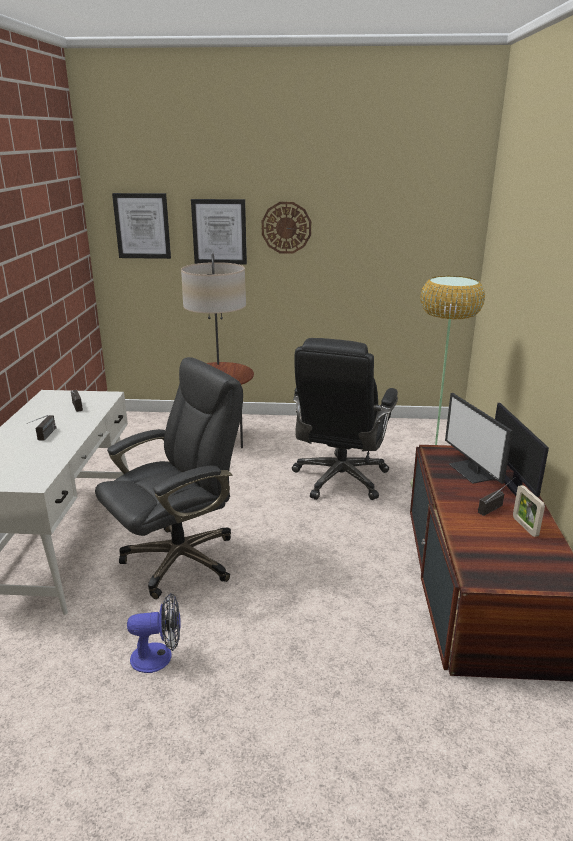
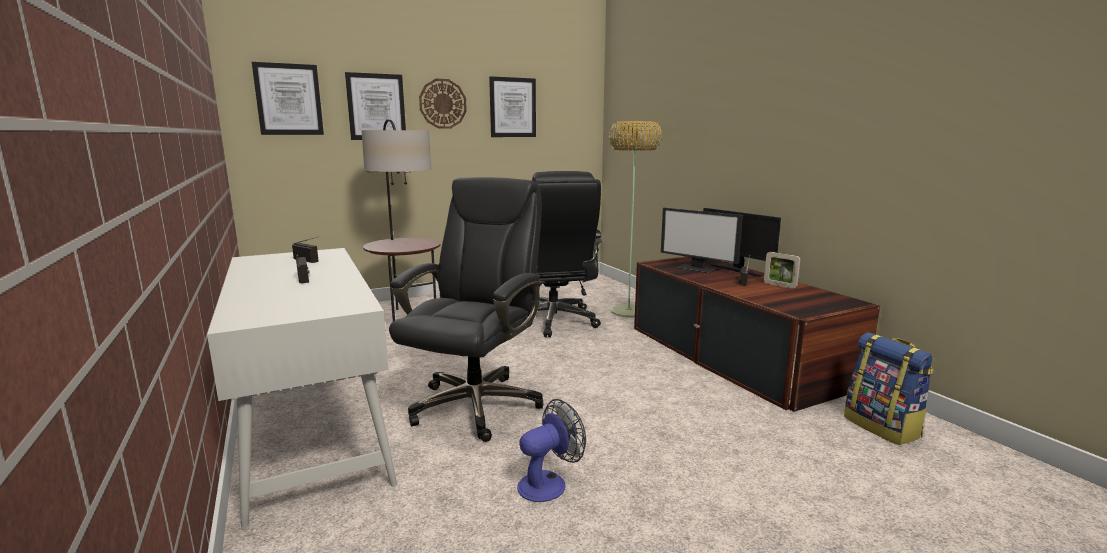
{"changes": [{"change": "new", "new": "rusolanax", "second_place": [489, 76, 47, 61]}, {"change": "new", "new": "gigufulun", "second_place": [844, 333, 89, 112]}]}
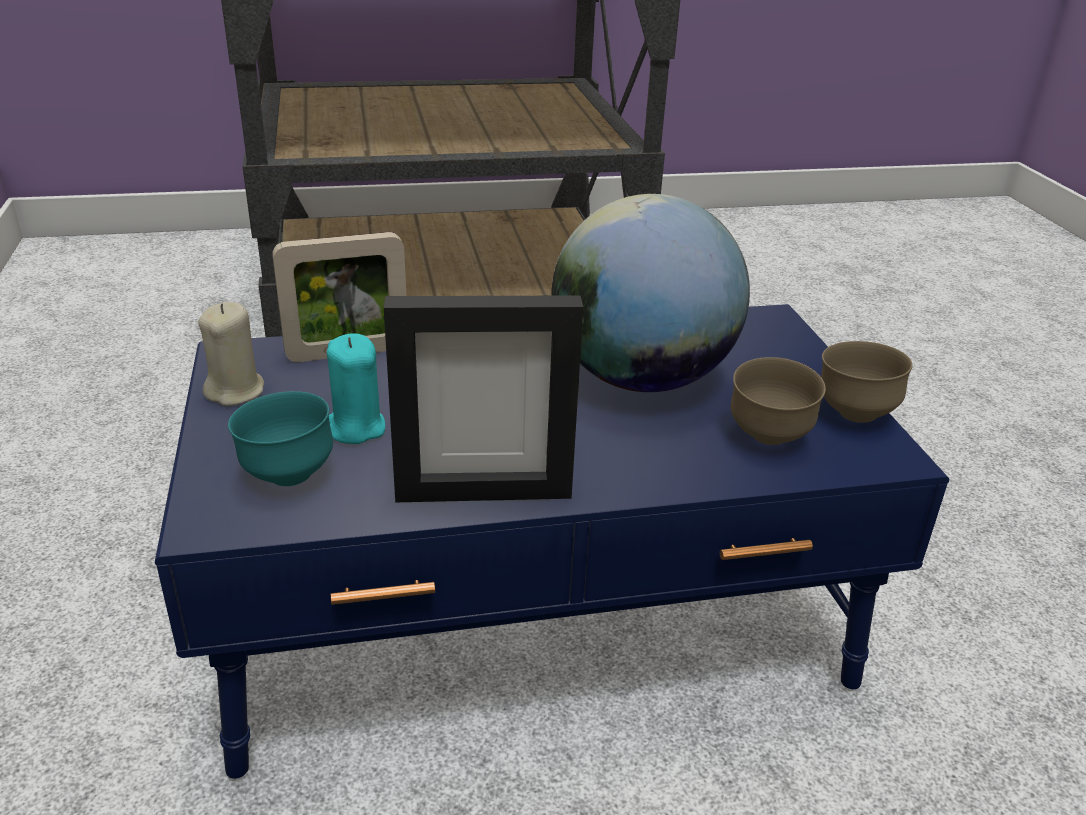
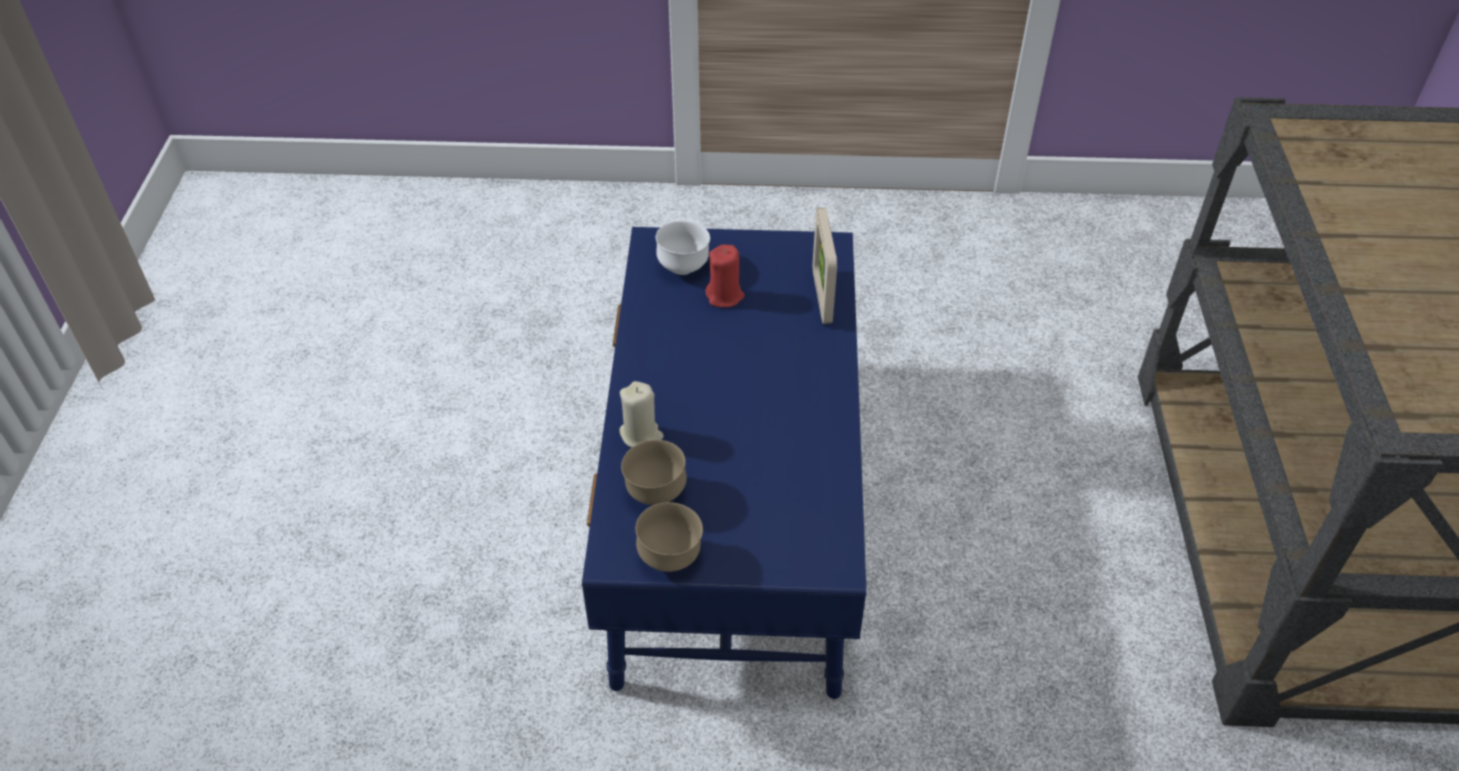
{"changes": [{"change": "gone", "old": "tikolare", "first_place": [384, 295, 199, 207]}, {"change": "gone", "old": "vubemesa", "first_place": [551, 194, 199, 198]}, {"change": "shifted", "old": "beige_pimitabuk", "first_place": [198, 302, 66, 104], "second_place": [619, 381, 45, 67]}, {"change": "repainted", "old": "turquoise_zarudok", "new": "white_zarudok", "first_place": [228, 391, 105, 95], "second_place": [656, 221, 54, 54]}, {"change": "repainted", "old": "turquoise_pimitabuk", "new": "red_pimitabuk", "first_place": [327, 333, 58, 111], "second_place": [705, 244, 40, 64]}]}
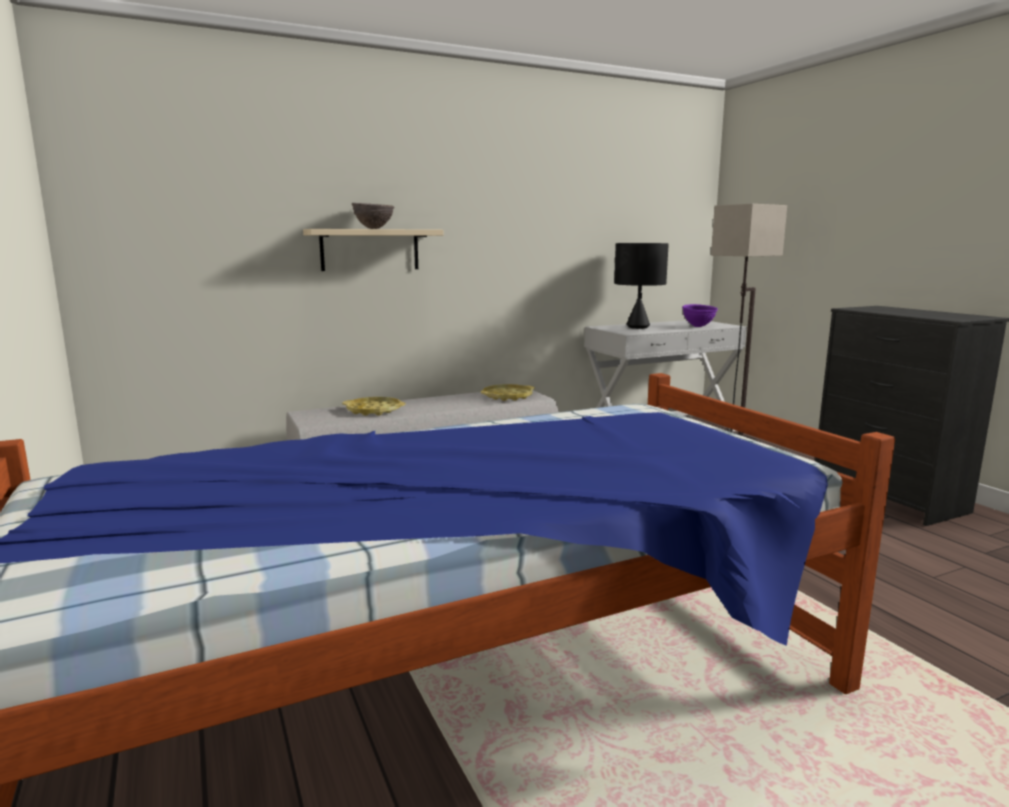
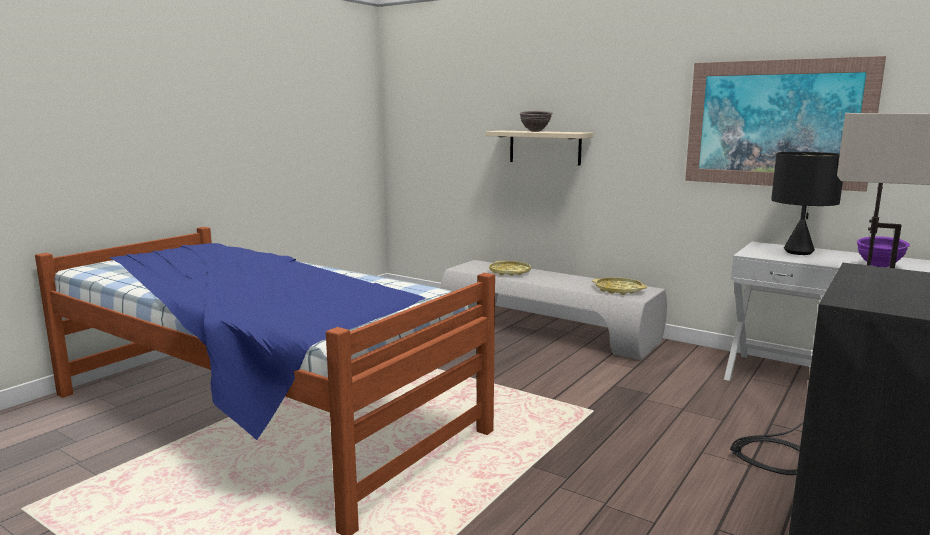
{"changes": [{"change": "new", "new": "rusolanax", "second_place": [685, 56, 201, 136]}]}
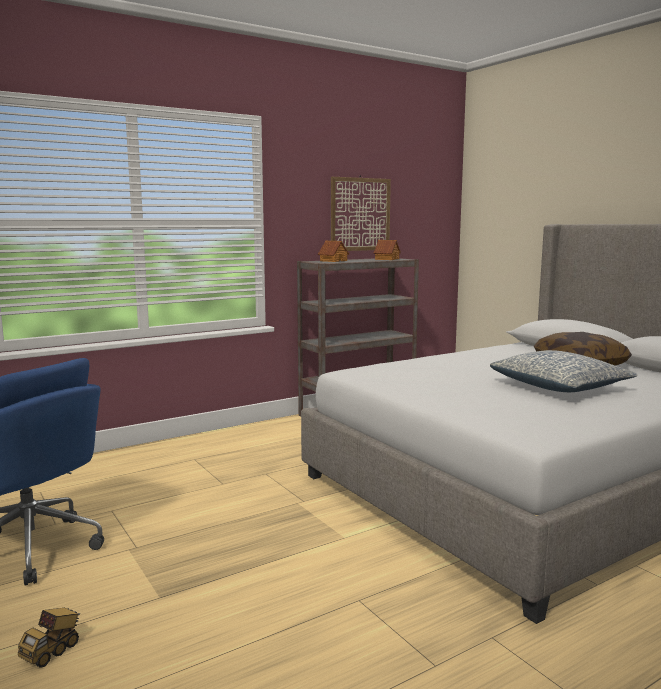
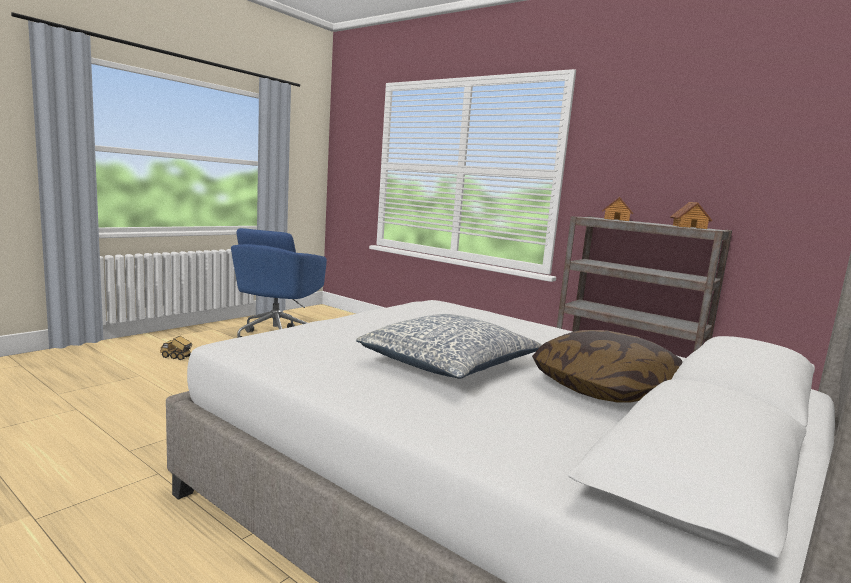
{"changes": [{"change": "gone", "old": "rusolanax", "first_place": [331, 175, 60, 76]}]}
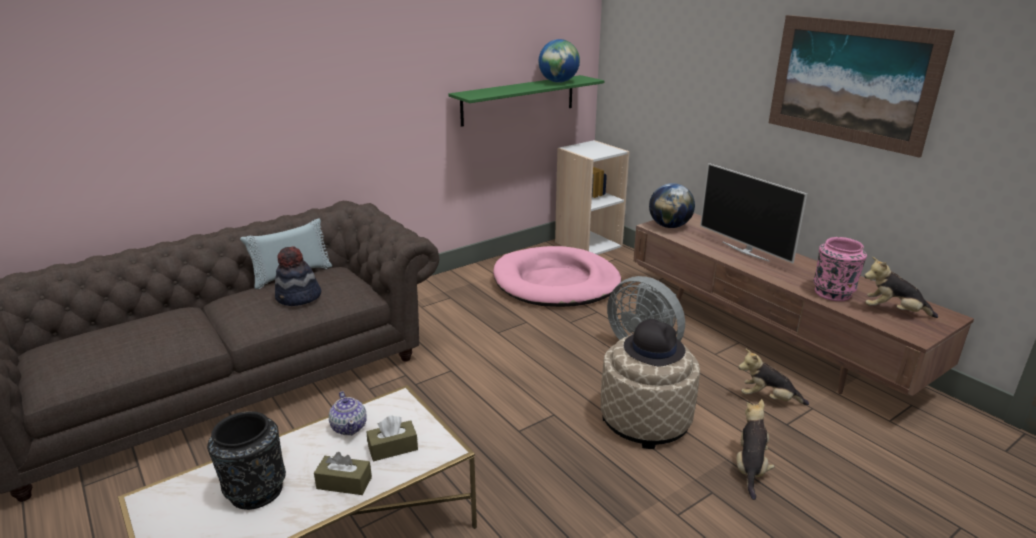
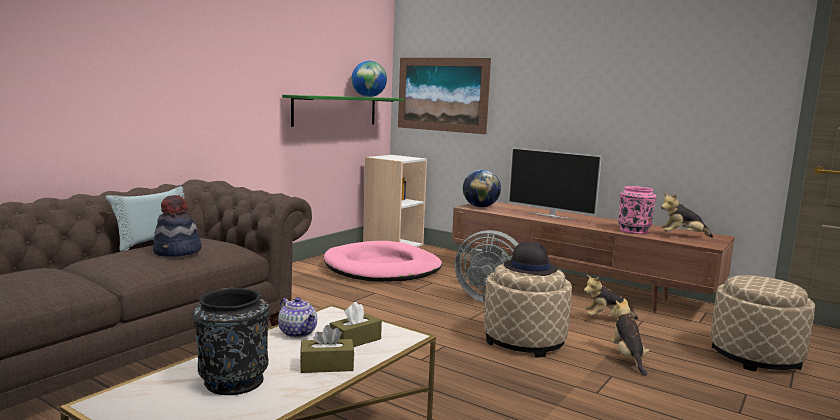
{"changes": [{"change": "new", "new": "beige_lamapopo", "second_place": [711, 275, 104, 97]}, {"change": "shifted", "old": "rusolanax", "first_place": [769, 15, 186, 143], "second_place": [398, 58, 93, 76]}]}
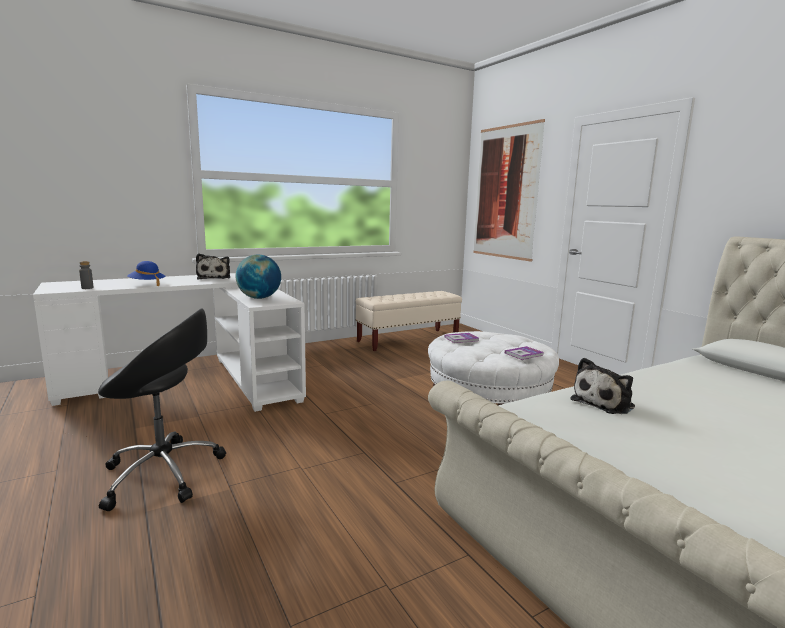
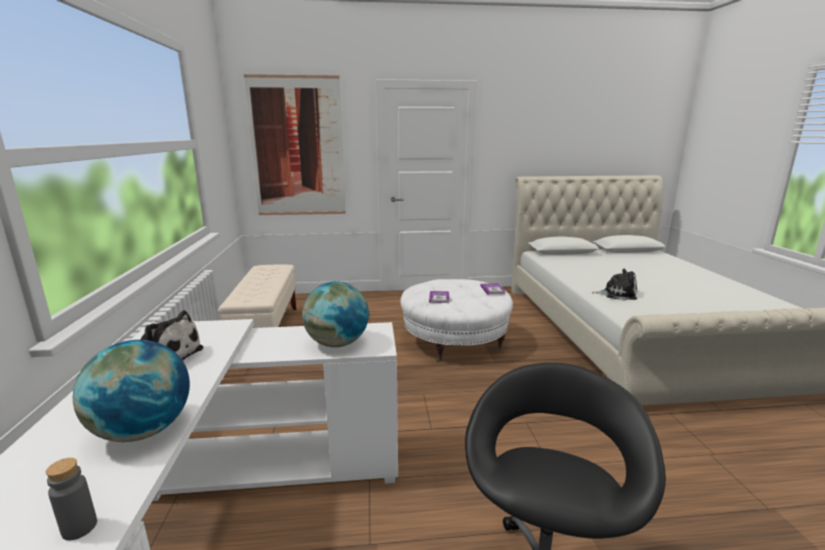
{"changes": [{"change": "swapped", "old": "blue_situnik", "new": "vubemesa", "first_place": [127, 261, 39, 25], "second_place": [73, 340, 117, 102]}, {"change": "rotated", "old": "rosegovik", "first_place": [570, 358, 65, 56], "second_place": [592, 269, 45, 31], "degrees": -60}]}
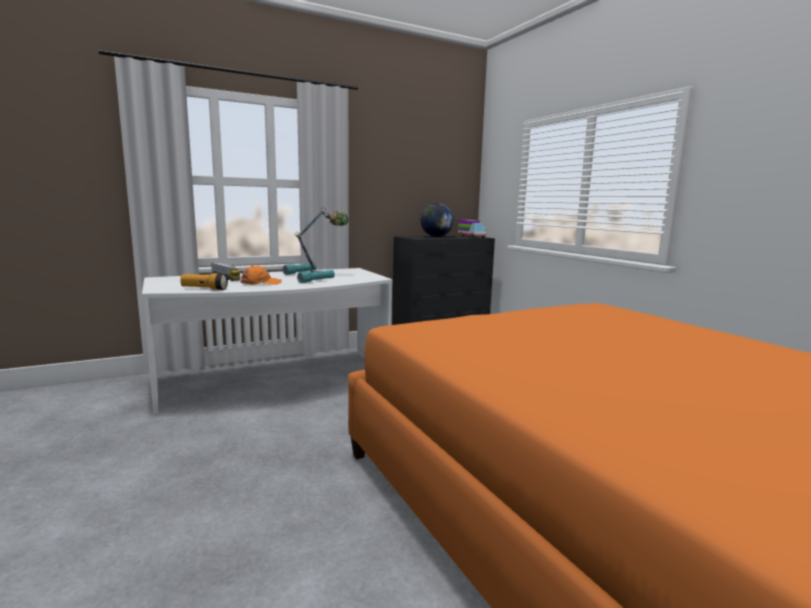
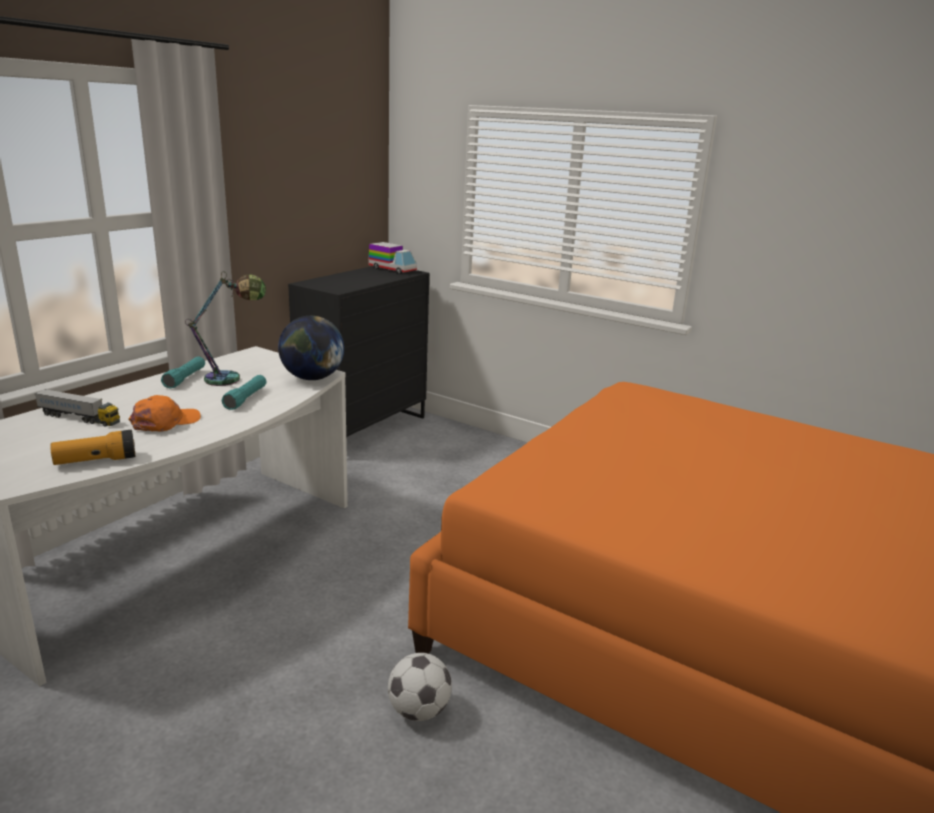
{"changes": [{"change": "new", "new": "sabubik", "second_place": [388, 653, 64, 68]}, {"change": "shifted", "old": "vubemesa", "first_place": [420, 203, 34, 34], "second_place": [278, 316, 66, 64]}]}
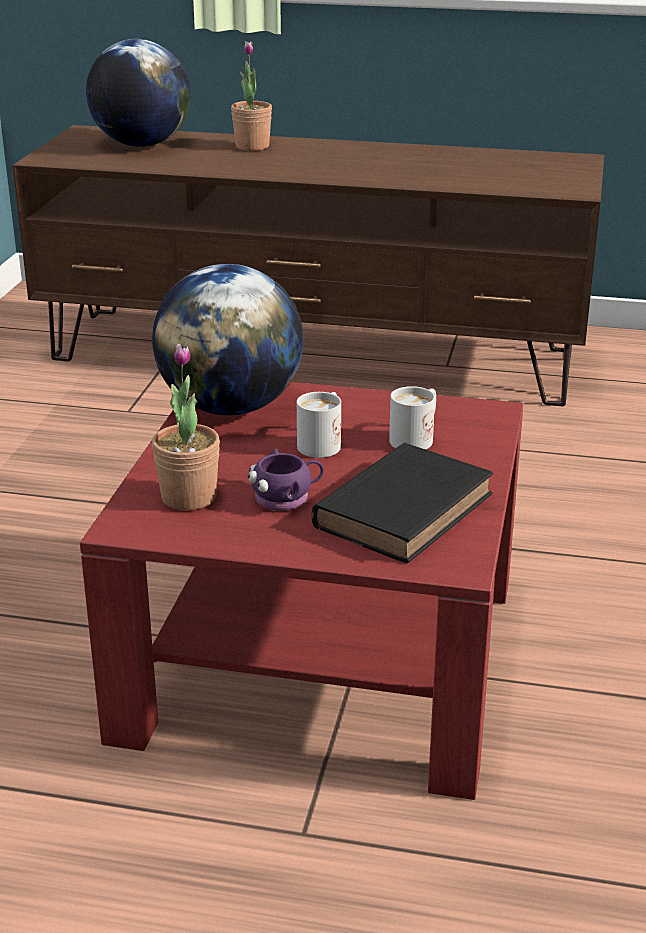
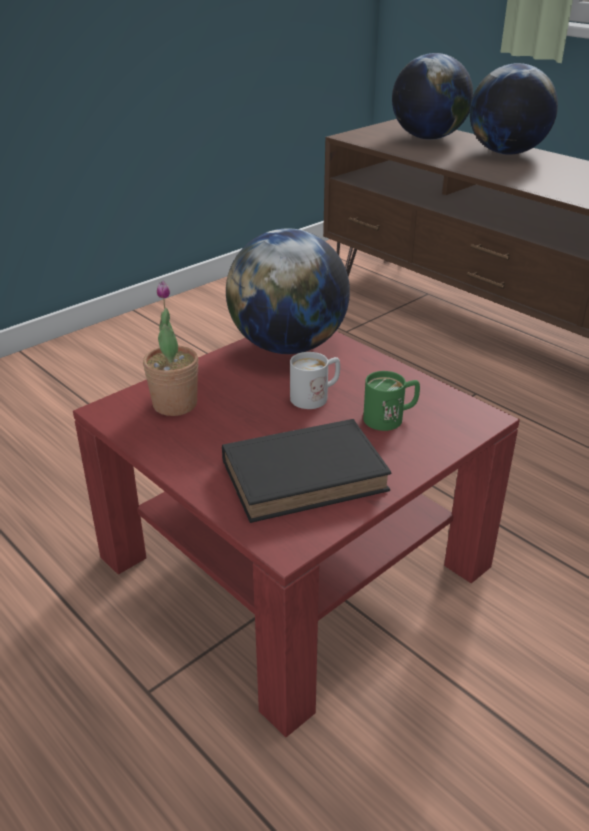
{"changes": [{"change": "gone", "old": "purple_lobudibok", "first_place": [248, 449, 76, 62]}, {"change": "swapped", "old": "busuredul", "new": "vubemesa", "first_place": [231, 41, 41, 110], "second_place": [470, 63, 88, 92]}, {"change": "repainted", "old": "white_lobudibok", "new": "green_lobudibok", "first_place": [389, 386, 47, 63], "second_place": [363, 371, 57, 60]}]}
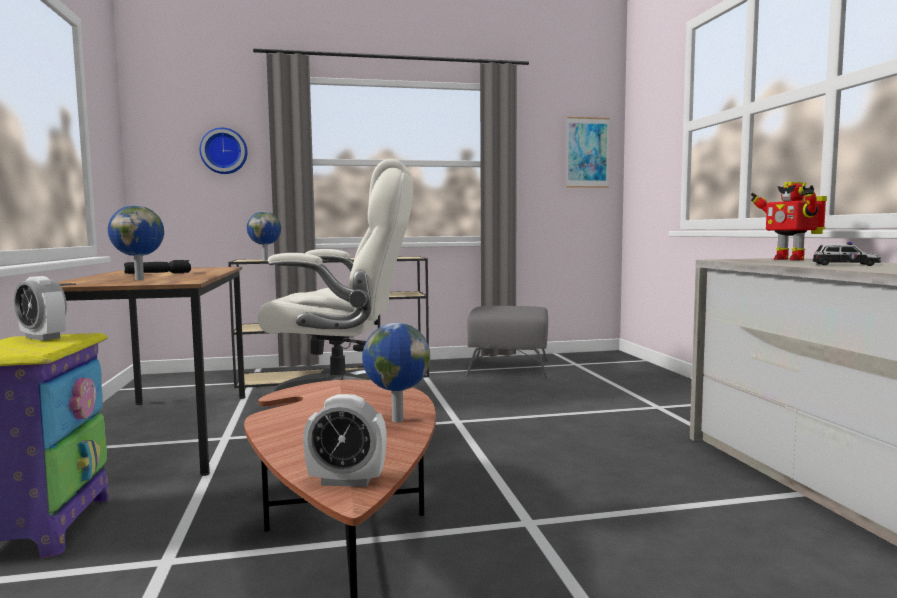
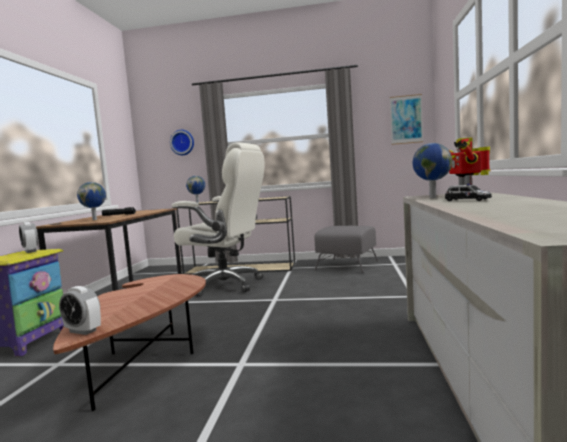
{"changes": [{"change": "shifted", "old": "vubemesa", "first_place": [362, 323, 68, 99], "second_place": [413, 143, 39, 55]}]}
